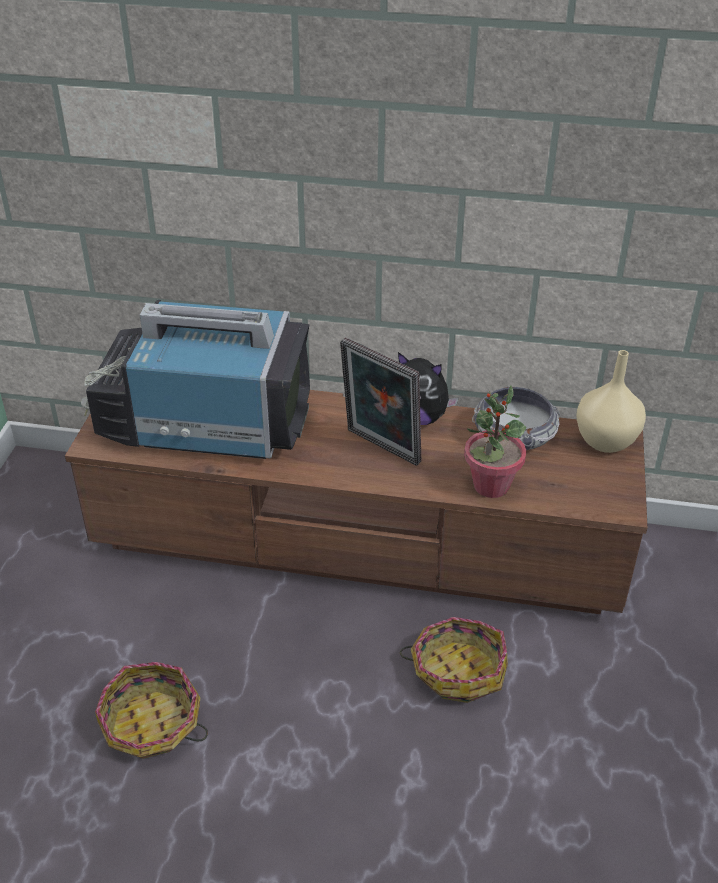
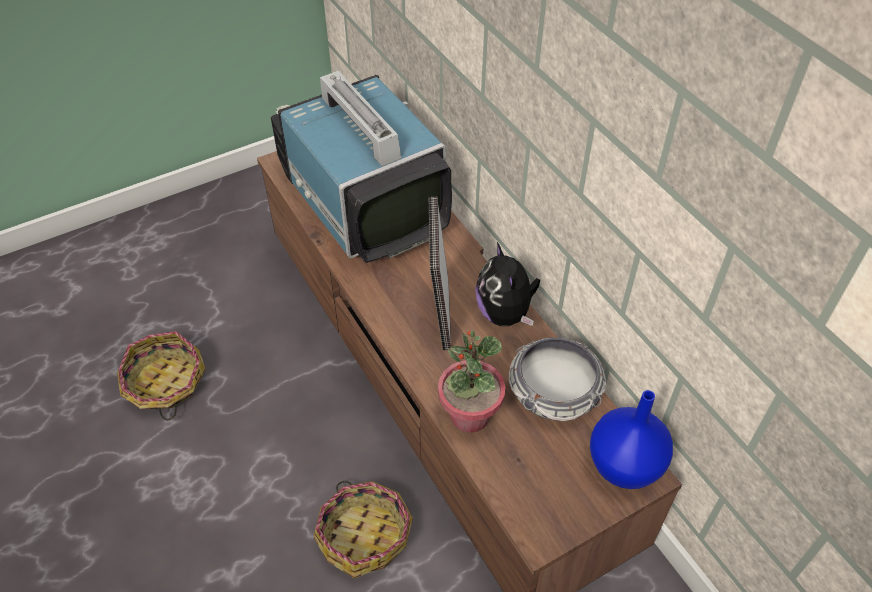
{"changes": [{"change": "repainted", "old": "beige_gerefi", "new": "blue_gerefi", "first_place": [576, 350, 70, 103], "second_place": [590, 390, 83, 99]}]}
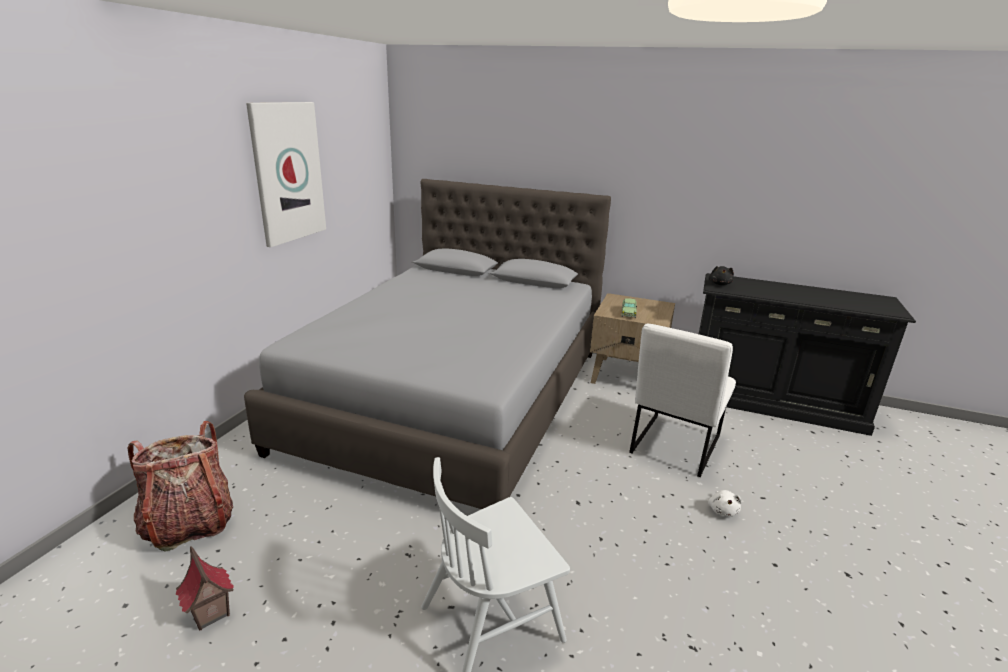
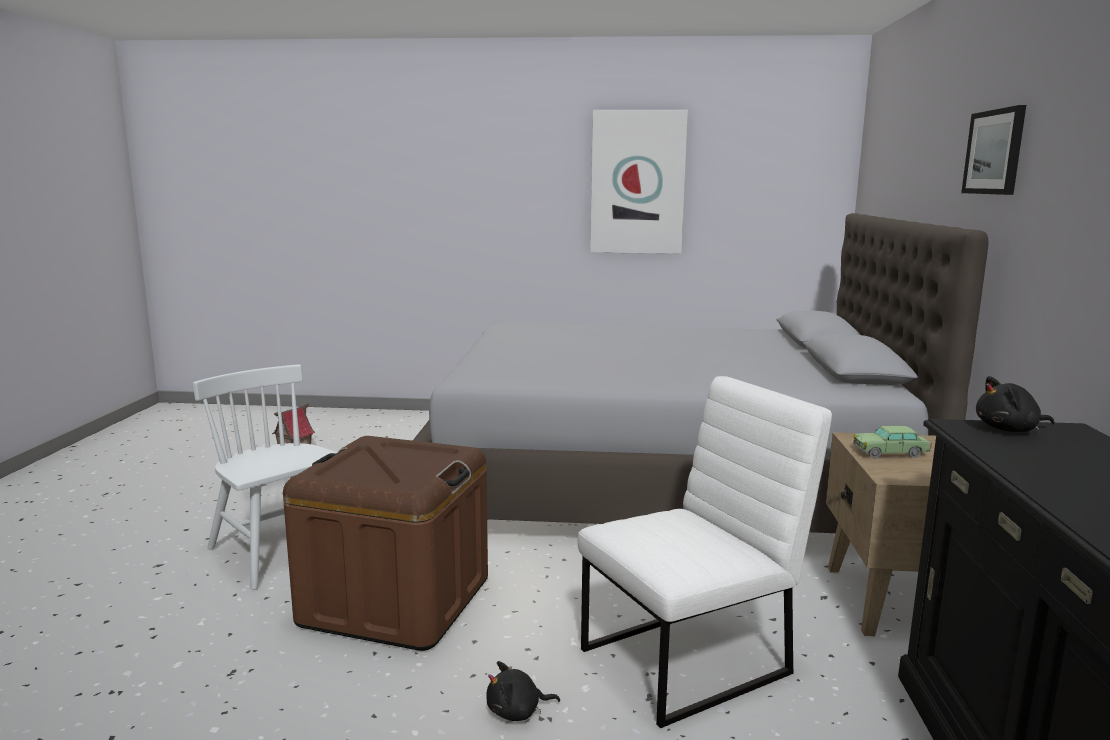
{"changes": [{"change": "gone", "old": "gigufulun", "first_place": [127, 421, 106, 131]}, {"change": "new", "new": "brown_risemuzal", "second_place": [283, 436, 205, 215]}, {"change": "new", "new": "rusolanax", "second_place": [961, 105, 65, 90]}, {"change": "repainted", "old": "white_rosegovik", "new": "black_rosegovik", "first_place": [708, 490, 34, 26], "second_place": [486, 661, 74, 60]}, {"change": "rotated", "old": "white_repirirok", "first_place": [629, 324, 107, 153], "second_place": [578, 376, 254, 352], "degrees": 135}]}
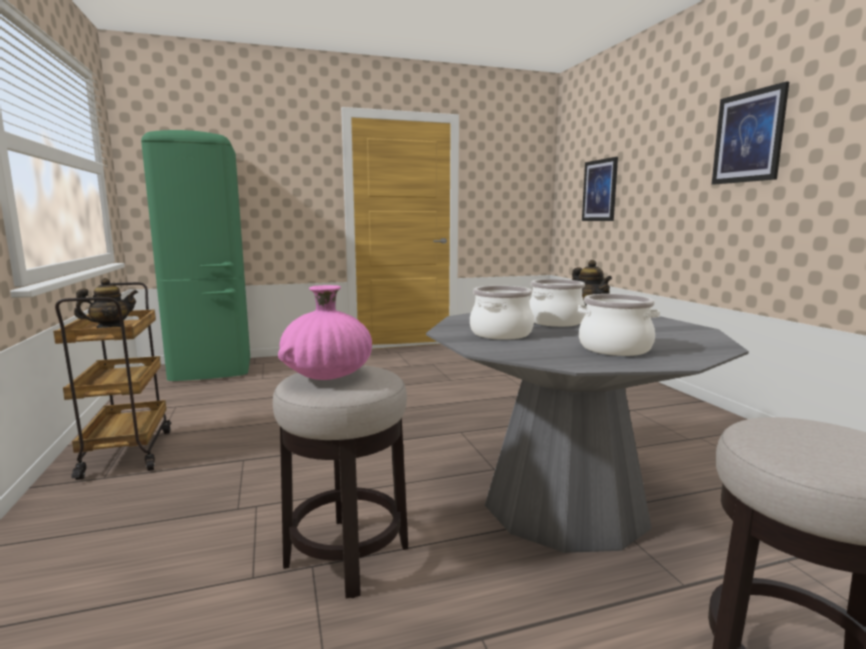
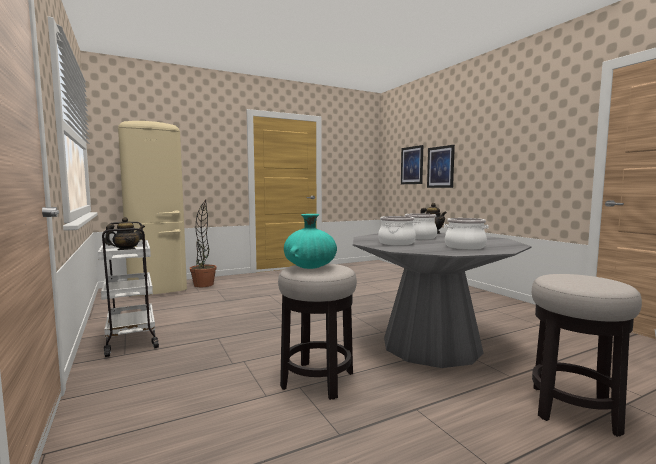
{"changes": [{"change": "new", "new": "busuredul", "second_place": [190, 199, 27, 88]}, {"change": "shifted", "old": "rusolanax", "first_place": [712, 81, 77, 104], "second_place": [427, 145, 28, 43]}, {"change": "repainted", "old": "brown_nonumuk", "new": "white_nonumuk", "first_place": [53, 282, 118, 198], "second_place": [98, 222, 61, 135]}, {"change": "repainted", "old": "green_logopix", "new": "beige_logopix", "first_place": [141, 130, 109, 251], "second_place": [118, 121, 69, 176]}, {"change": "repainted", "old": "pink_gerefi", "new": "turquoise_gerefi", "first_place": [278, 285, 94, 95], "second_place": [284, 214, 53, 55]}]}
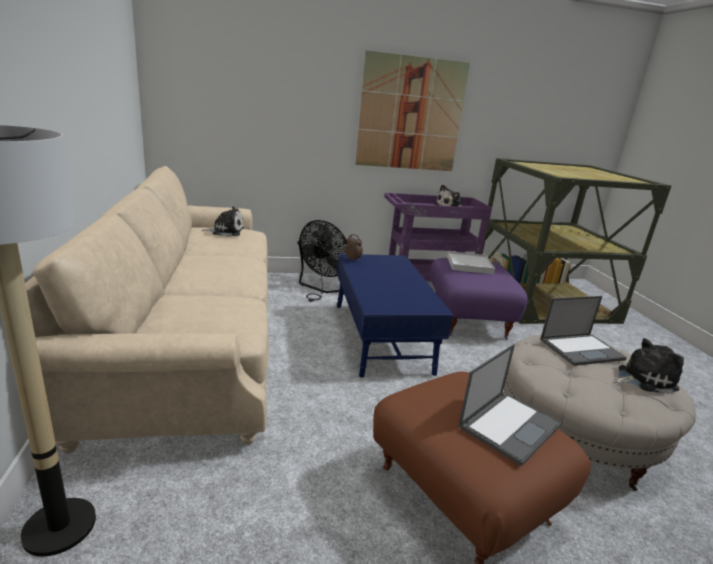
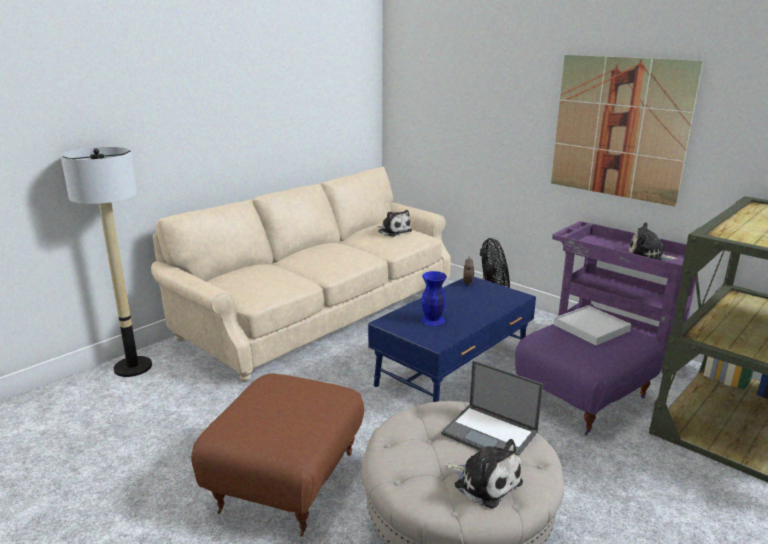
{"changes": [{"change": "gone", "old": "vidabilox", "first_place": [458, 344, 104, 122]}, {"change": "new", "new": "blue_gerefi", "second_place": [421, 271, 26, 55]}]}
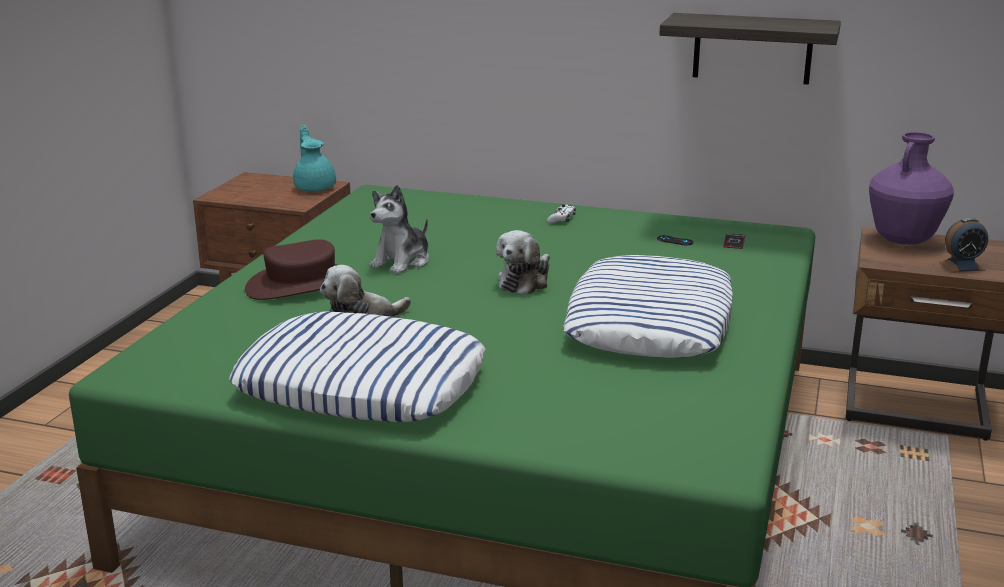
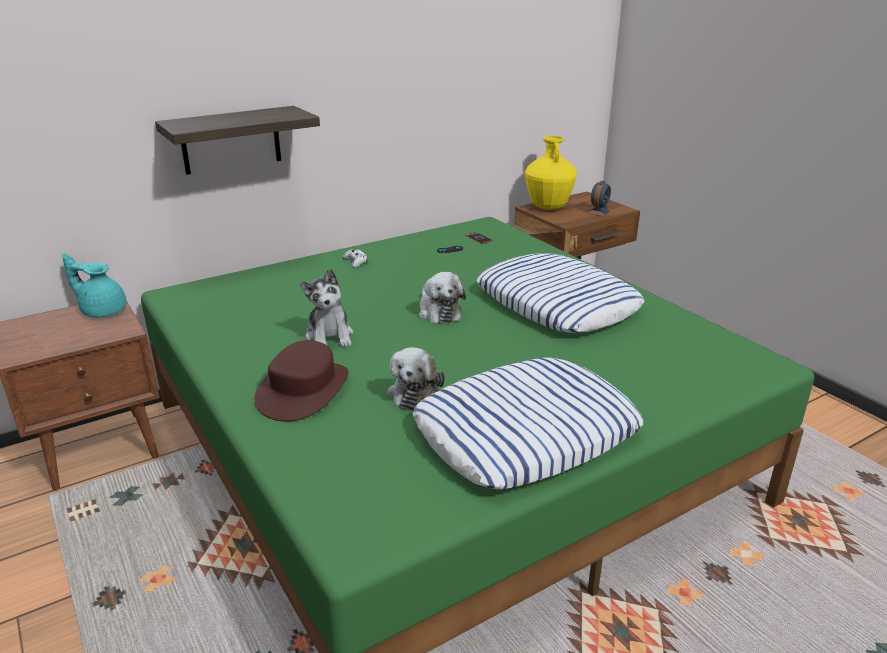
{"changes": [{"change": "shifted", "old": "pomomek", "first_place": [659, 13, 182, 72], "second_place": [155, 106, 165, 69]}, {"change": "repainted", "old": "purple_gerefi", "new": "yellow_gerefi", "first_place": [869, 132, 85, 113], "second_place": [525, 136, 52, 74]}]}
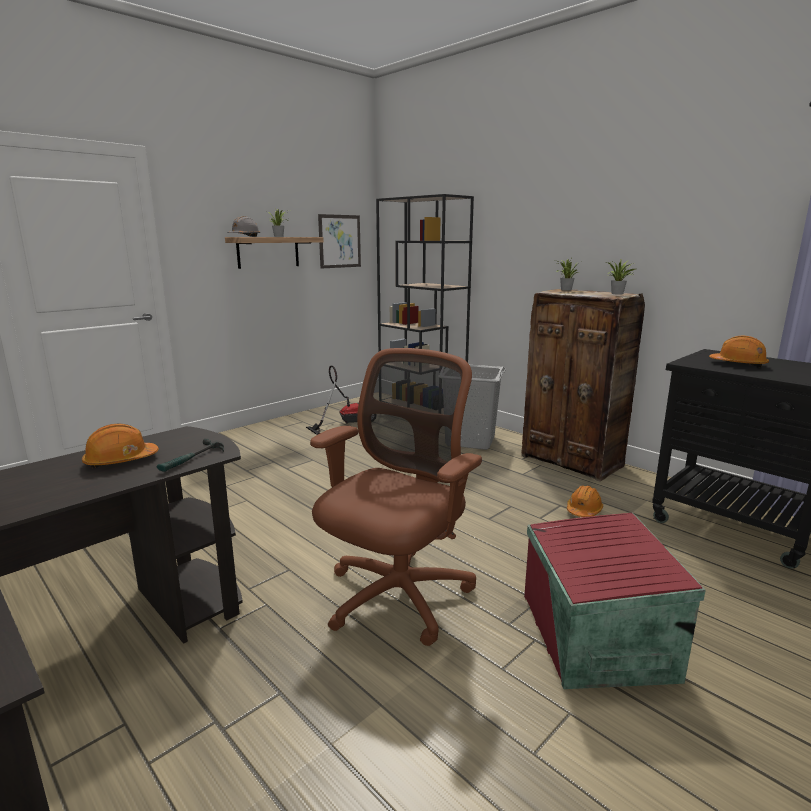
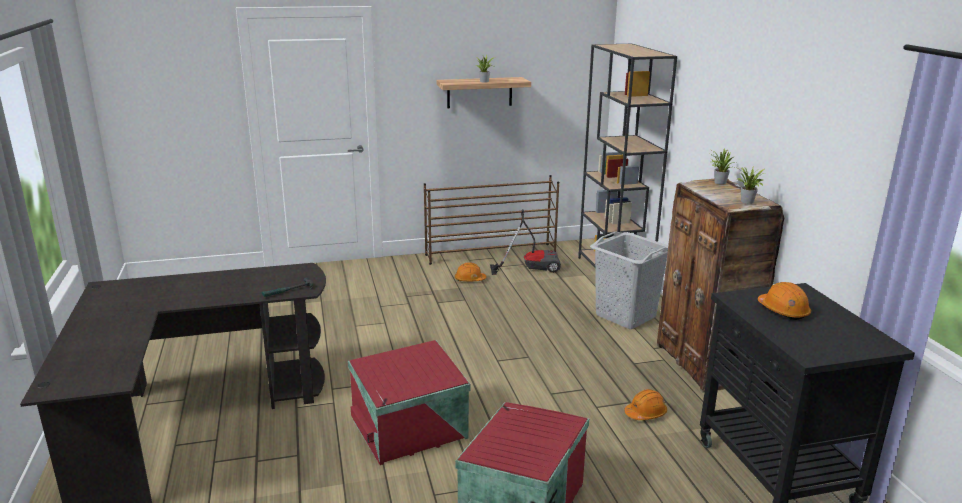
{"changes": [{"change": "gone", "old": "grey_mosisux", "first_place": [227, 216, 33, 21]}, {"change": "gone", "old": "rusolanax", "first_place": [318, 214, 43, 55]}, {"change": "new", "new": "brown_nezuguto", "second_place": [424, 175, 135, 90]}, {"change": "shifted", "old": "orange_mosisux", "first_place": [82, 424, 77, 44], "second_place": [455, 262, 32, 19]}, {"change": "swapped", "old": "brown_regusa", "new": "red_risemuzal", "first_place": [310, 348, 172, 298], "second_place": [348, 340, 122, 125]}]}
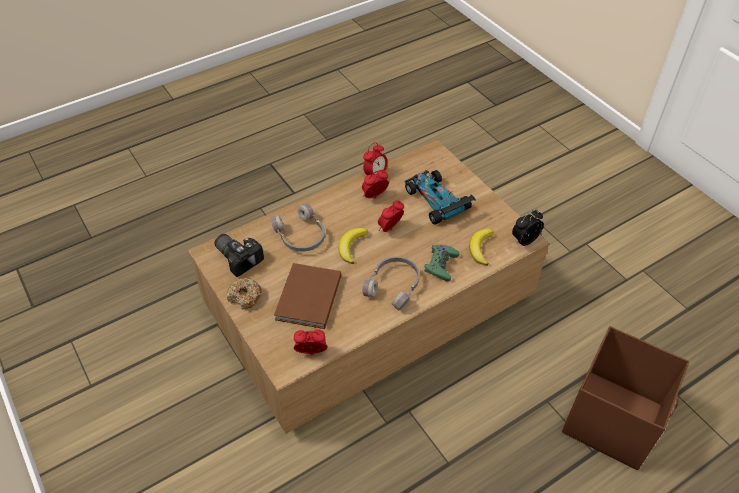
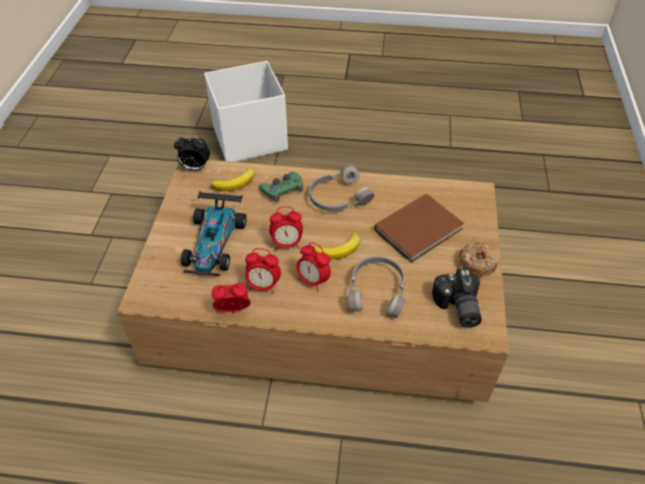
{"changes": [{"change": "shifted", "old": "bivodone", "first_place": [294, 329, 33, 26], "second_place": [296, 242, 35, 49]}, {"change": "repainted", "old": "brown_risemuzal", "new": "white_risemuzal", "first_place": [562, 326, 128, 144], "second_place": [204, 61, 84, 101]}]}
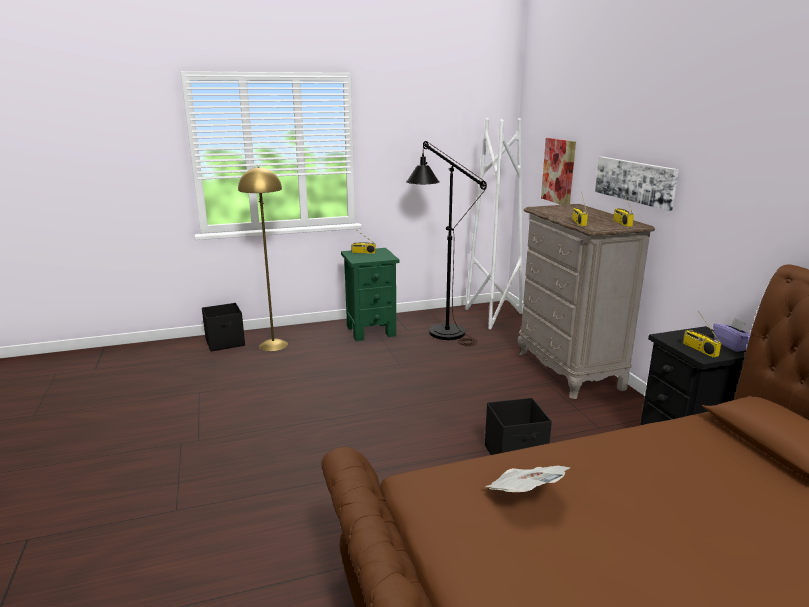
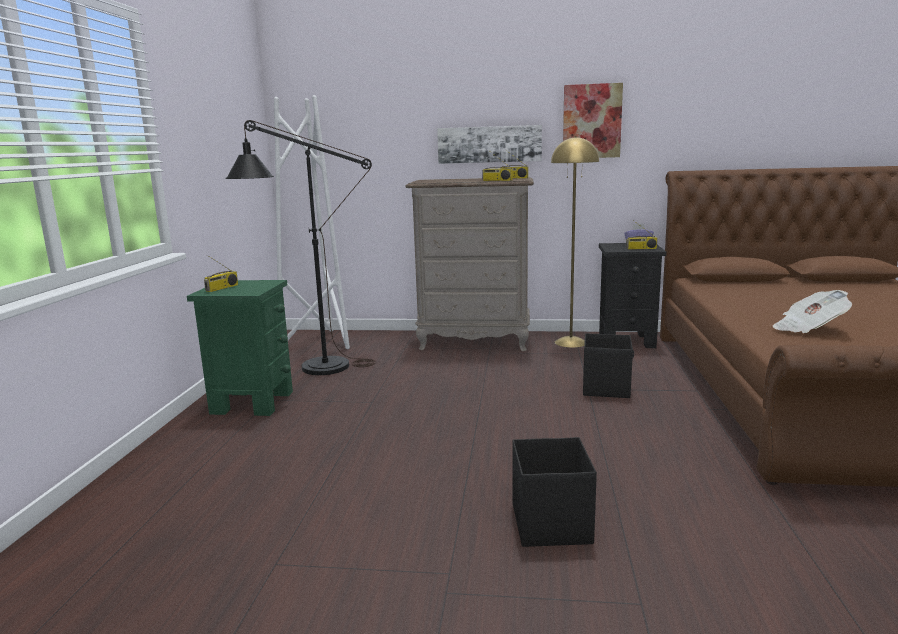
{"changes": [{"change": "shifted", "old": "black_risemuzal", "first_place": [202, 303, 43, 49], "second_place": [512, 437, 85, 110]}, {"change": "shifted", "old": "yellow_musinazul", "first_place": [238, 166, 50, 185], "second_place": [551, 136, 48, 212]}, {"change": "shifted", "old": "rusolanax", "first_place": [541, 138, 35, 67], "second_place": [563, 83, 60, 75]}]}
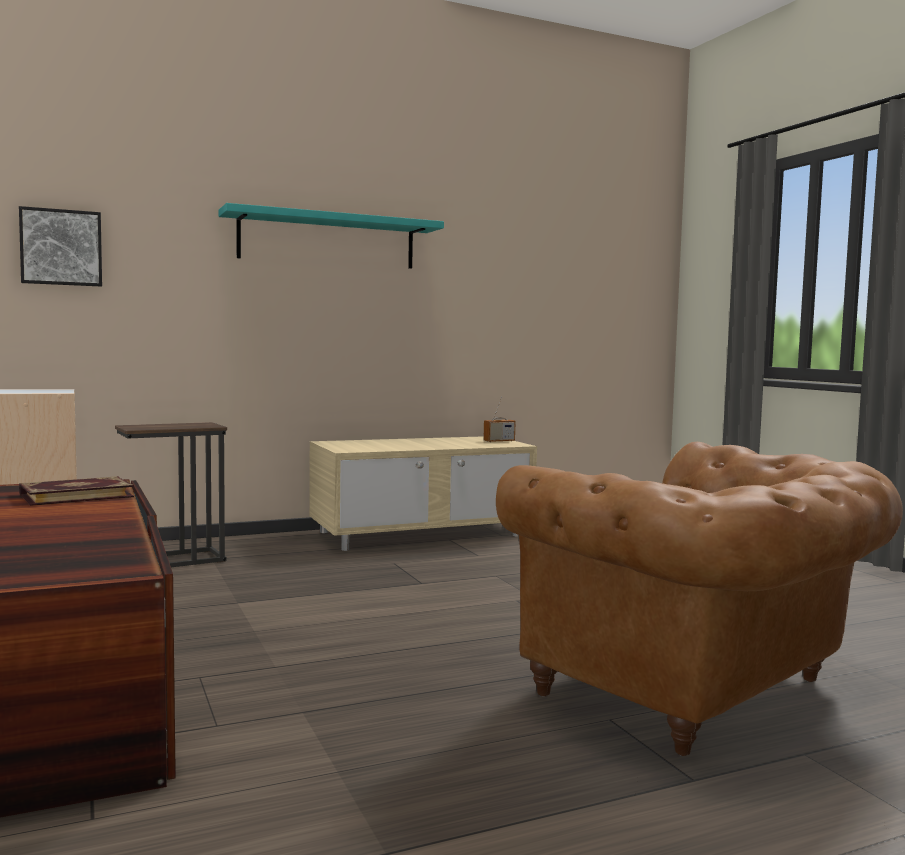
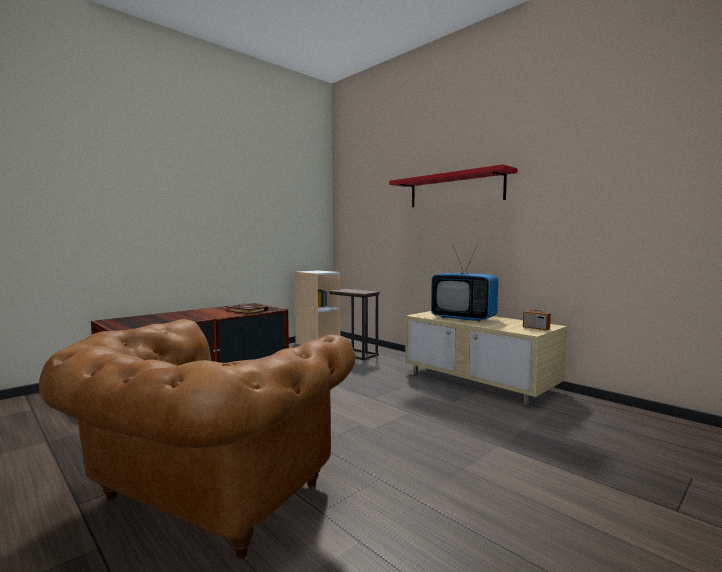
{"changes": [{"change": "gone", "old": "rusolanax", "first_place": [19, 206, 83, 81]}, {"change": "new", "new": "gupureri", "second_place": [431, 244, 67, 78]}, {"change": "repainted", "old": "turquoise_pomomek", "new": "red_pomomek", "first_place": [219, 203, 225, 66], "second_place": [389, 164, 128, 43]}]}
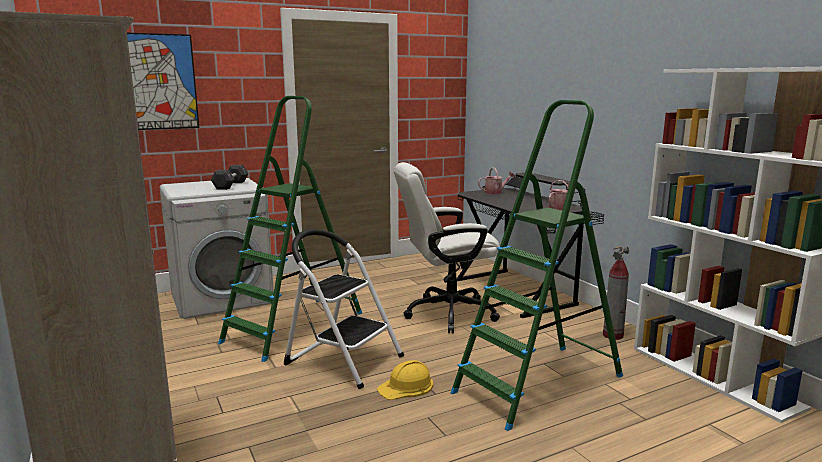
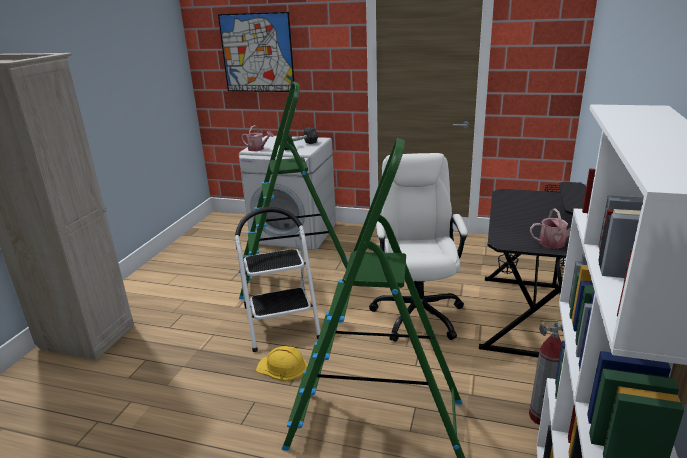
{"changes": [{"change": "shifted", "old": "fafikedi", "first_place": [478, 167, 37, 27], "second_place": [241, 125, 33, 26]}, {"change": "rotated", "old": "white_regusa", "first_place": [394, 162, 106, 171], "second_place": [369, 153, 99, 189], "degrees": 60}]}
